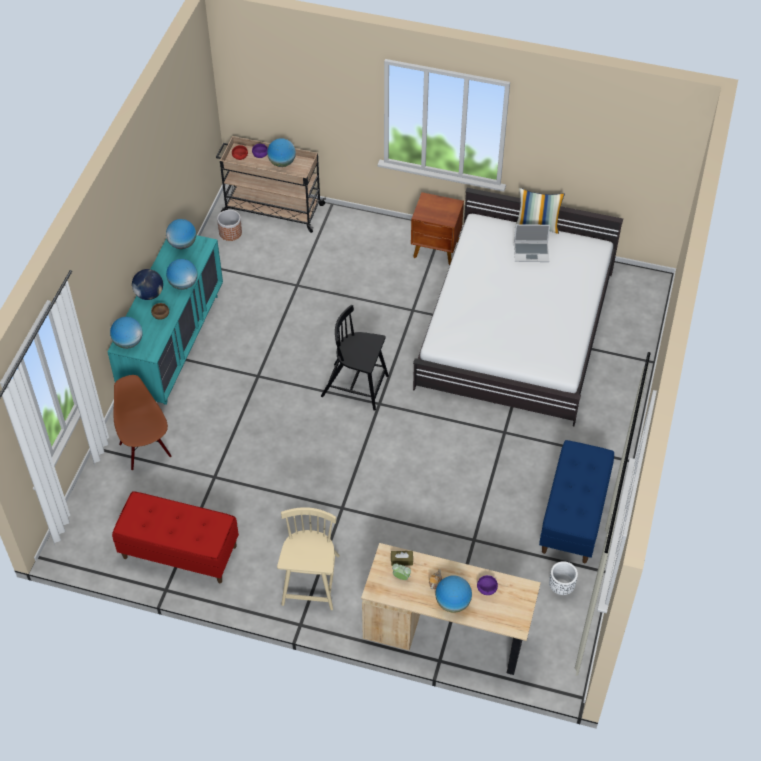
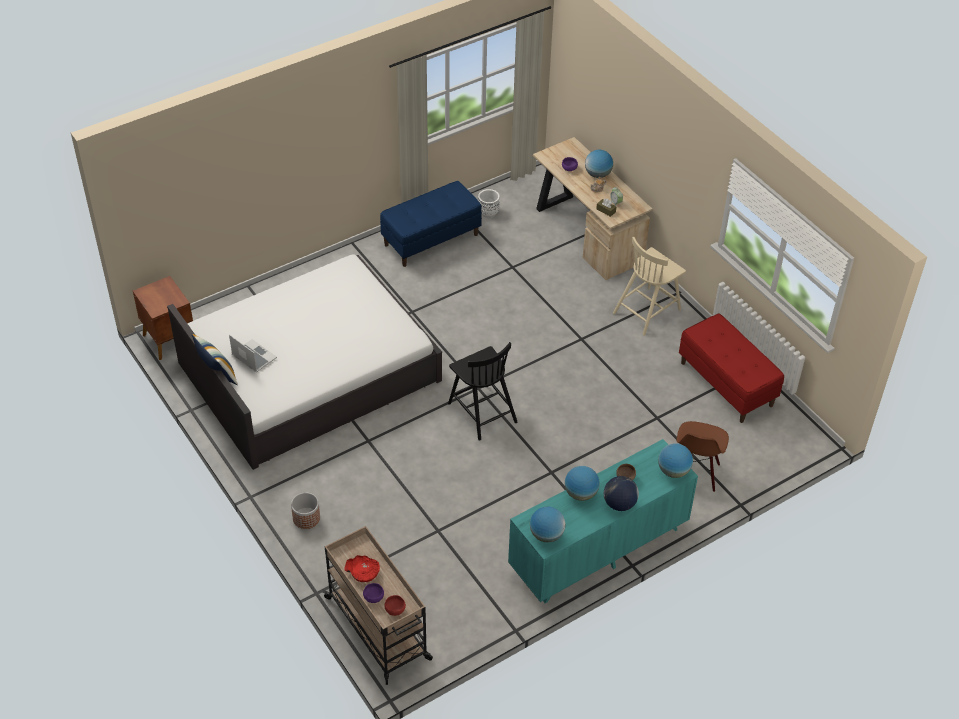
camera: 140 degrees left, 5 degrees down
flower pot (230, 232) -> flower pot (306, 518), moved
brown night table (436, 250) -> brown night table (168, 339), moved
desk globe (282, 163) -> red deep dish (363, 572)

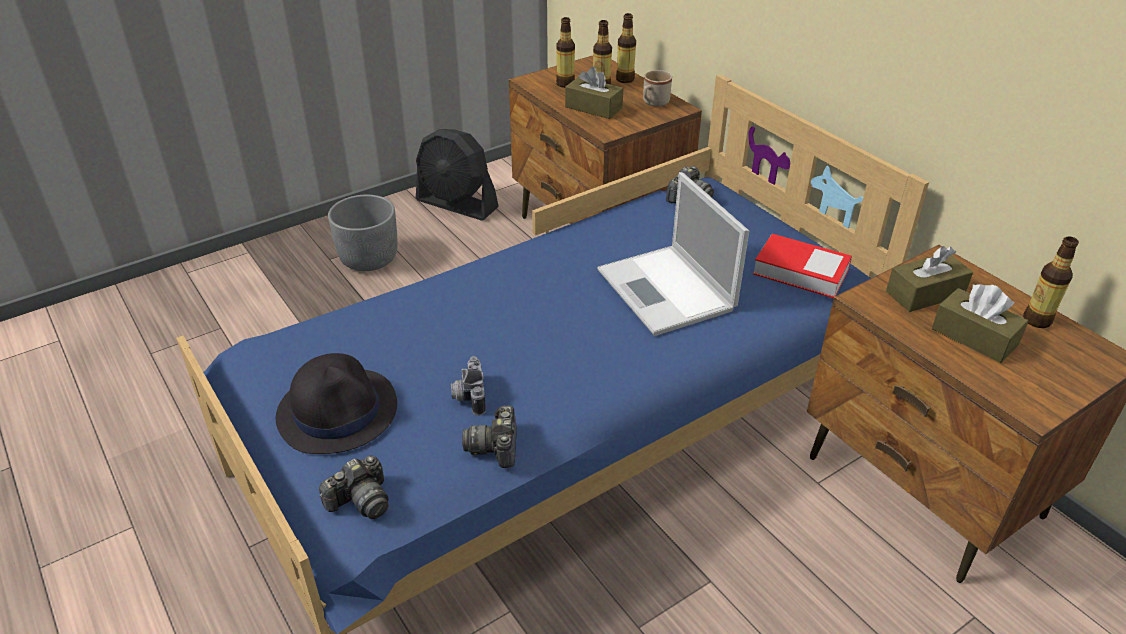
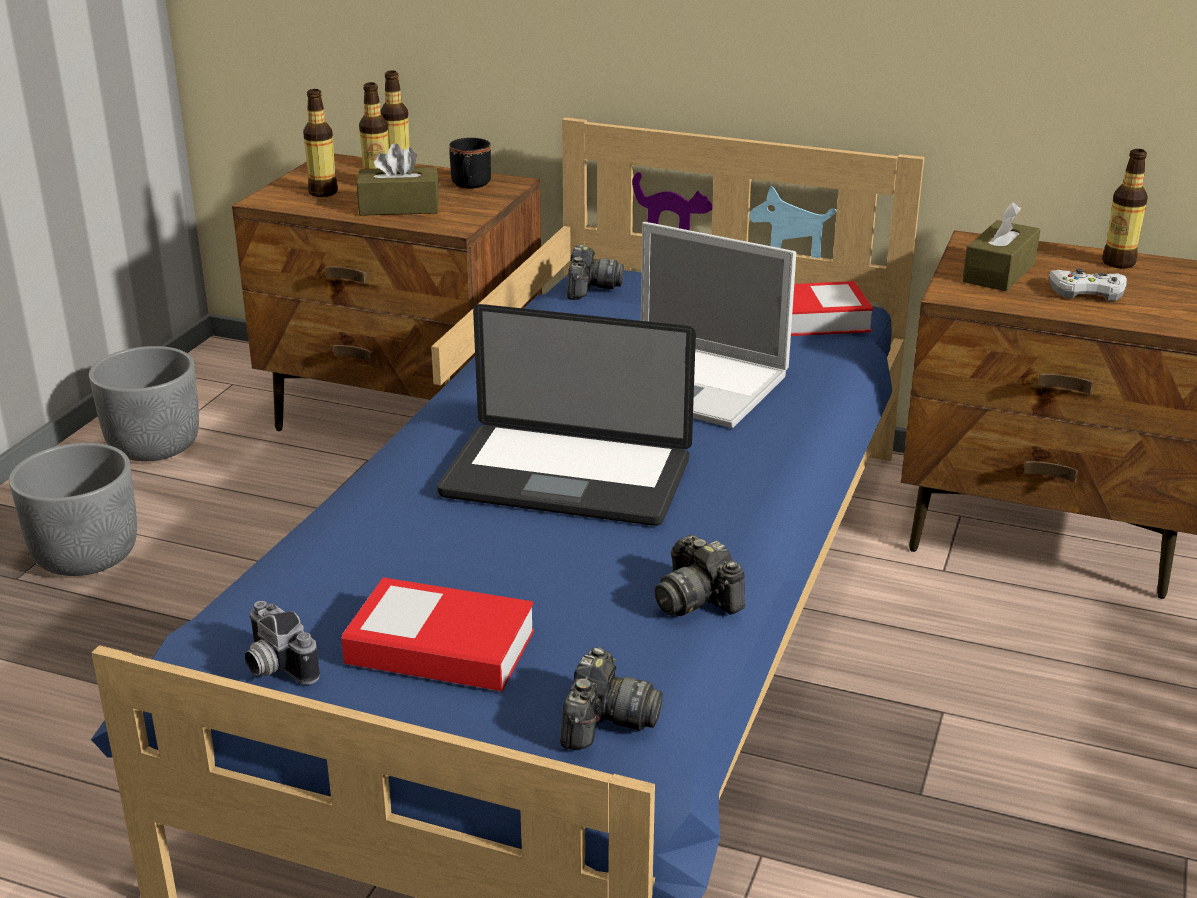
camera: 35 degrees left, 10 degrees down
none -> laptop (566, 478)
still camera (468, 396) -> still camera (273, 667), moved
black wearable hat (338, 411) -> book (440, 648)
black cooling fan (457, 204) -> gray flower pot (155, 445)
brown tissue holder (974, 337) -> white joypad (1087, 292)
beige-coloured coffee mug (653, 103) -> black coffee mug (470, 185)

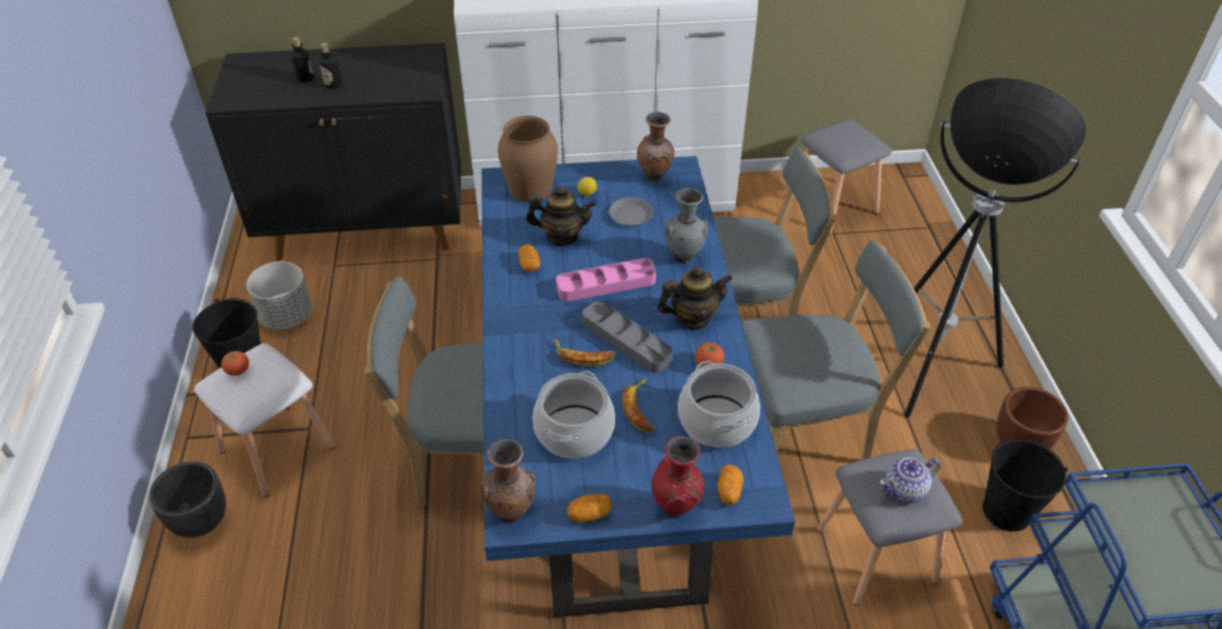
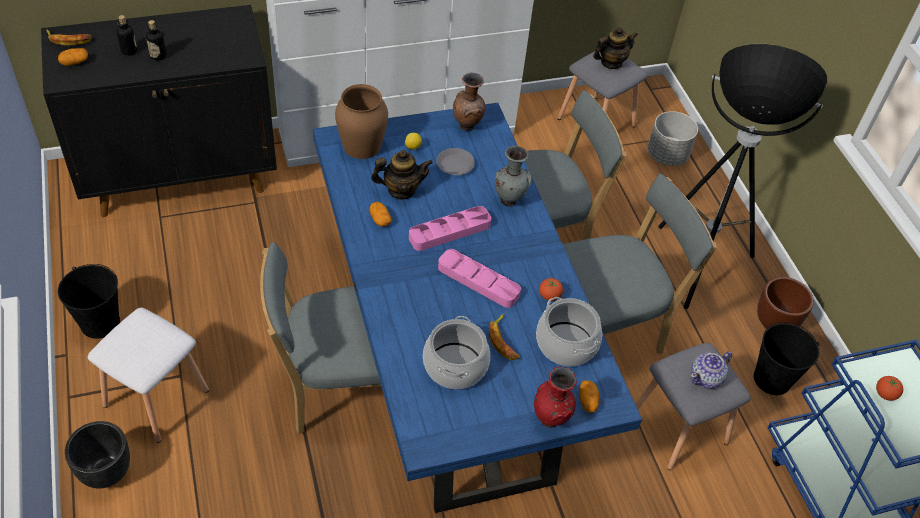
camera: 15 degrees left, 5 degrees up
brown vase (512, 512) -> none
fresh tomato (238, 371) -> fresh tomato (885, 394), moved
gray flower pot (286, 316) -> gray flower pot (666, 155), moved
banana (583, 356) -> banana (69, 40), moved
spud (589, 514) -> spud (74, 62), moved
pot for tea (692, 318) -> pot for tea (611, 63), moved
gray tray (626, 340) -> pink-coloured tray (478, 281)

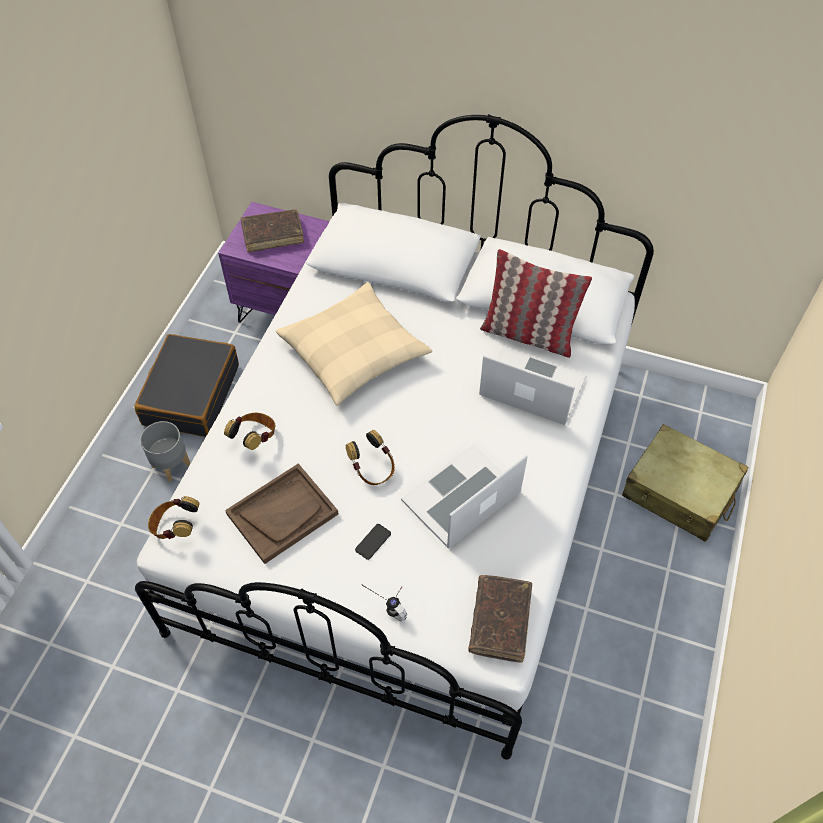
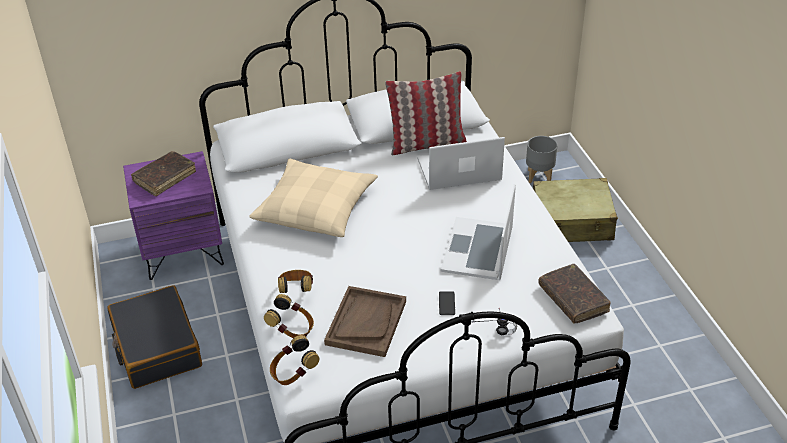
camera: 35 degrees left, 15 degrees down
gray flower pot (172, 465) -> gray flower pot (539, 176), moved
pair of headphones (373, 469) -> pair of headphones (292, 330), moved

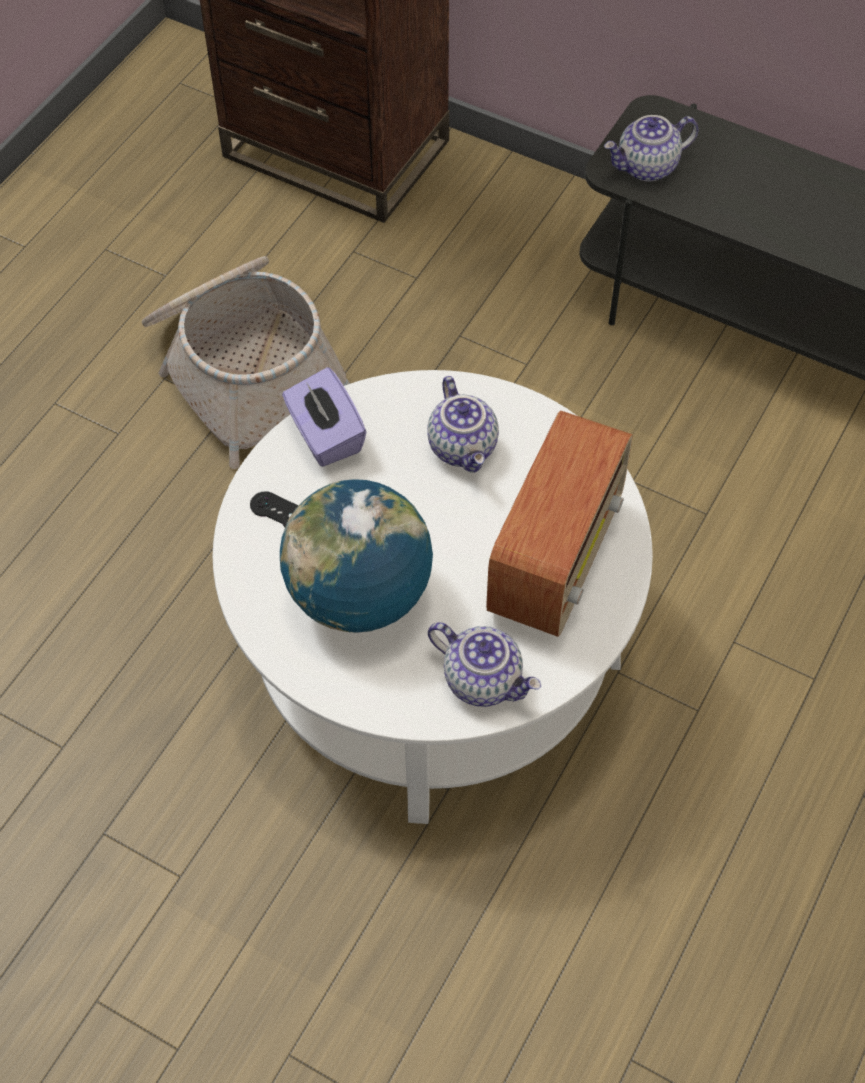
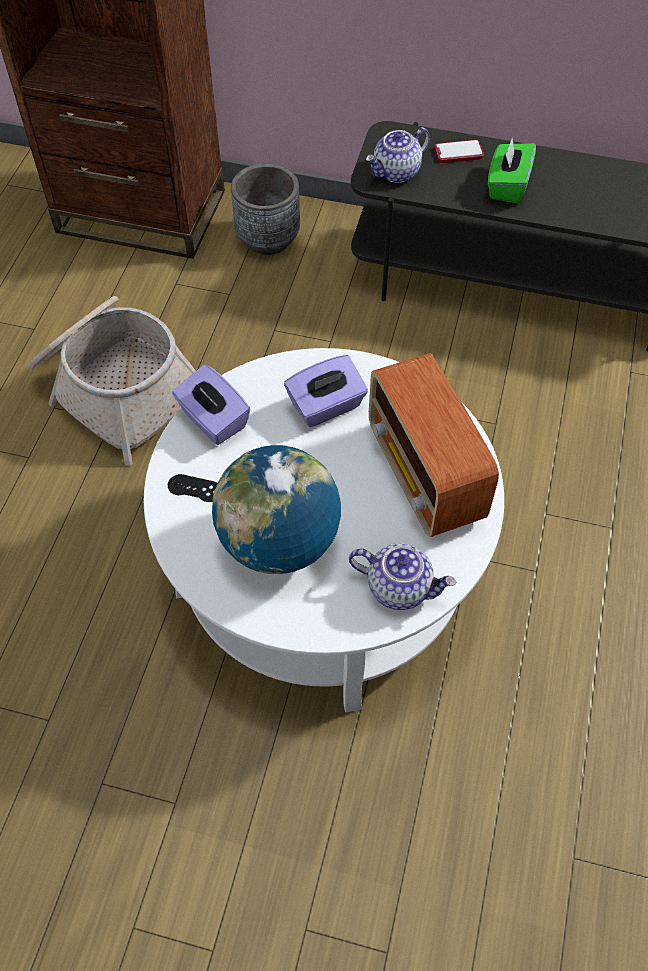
camera: 15 degrees left, 0 degrees up
none -> gray flower pot (268, 239)
none -> telephone (458, 153)
none -> green tissue holder (507, 186)
pot for tea (464, 447) -> purple-coloured tissue holder (326, 406)
radio set (557, 556) -> radio set (425, 475), 150 degrees clockwise

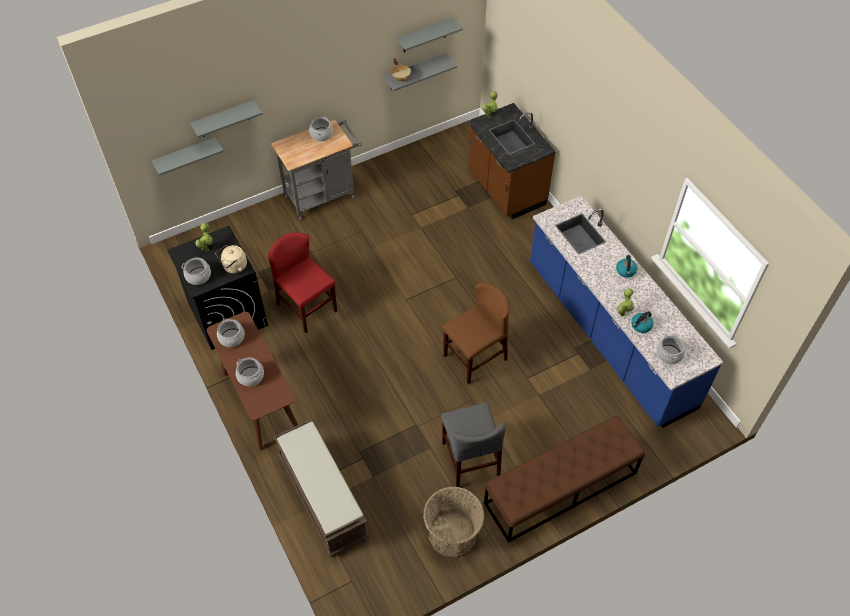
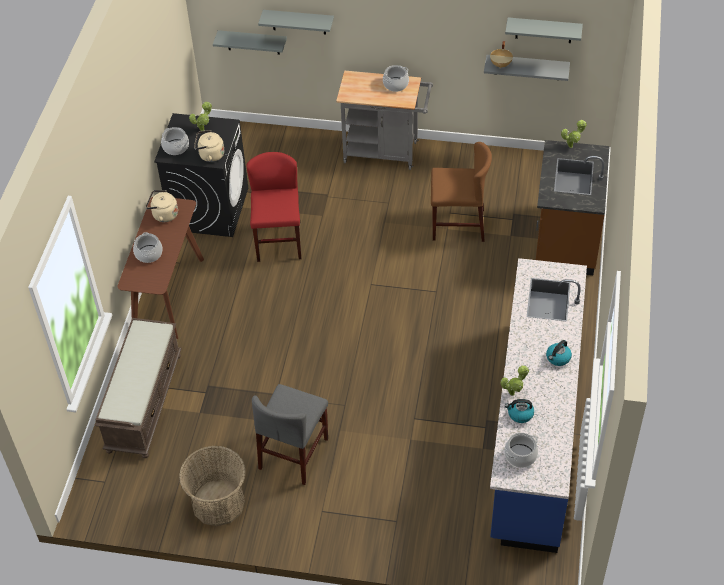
camera: 40 degrees right, 5 degrees down
brown indoor bench (560, 488) -> none
brown chair (475, 357) -> brown chair (458, 225), moved
cooking pot (231, 338) -> beige-coloured tea kettle (163, 215)

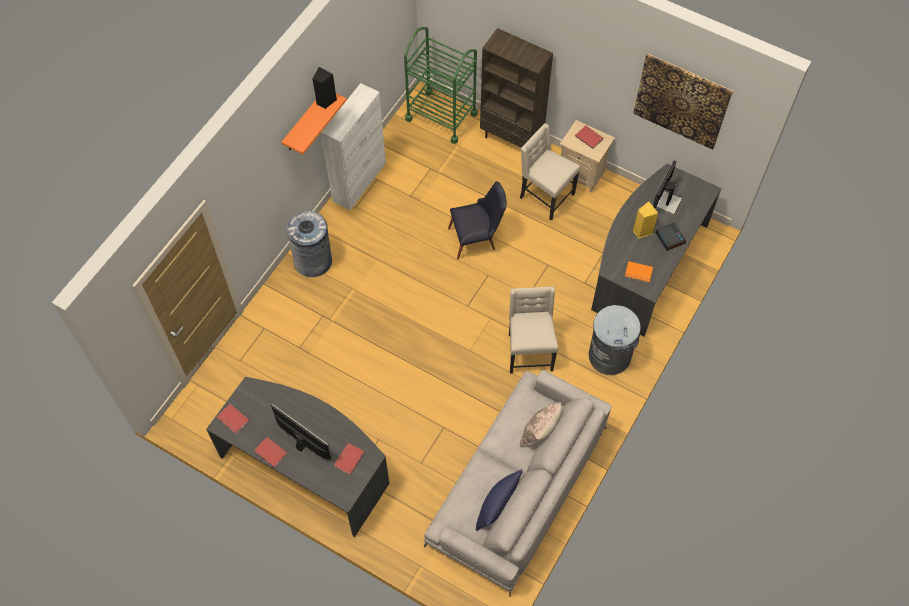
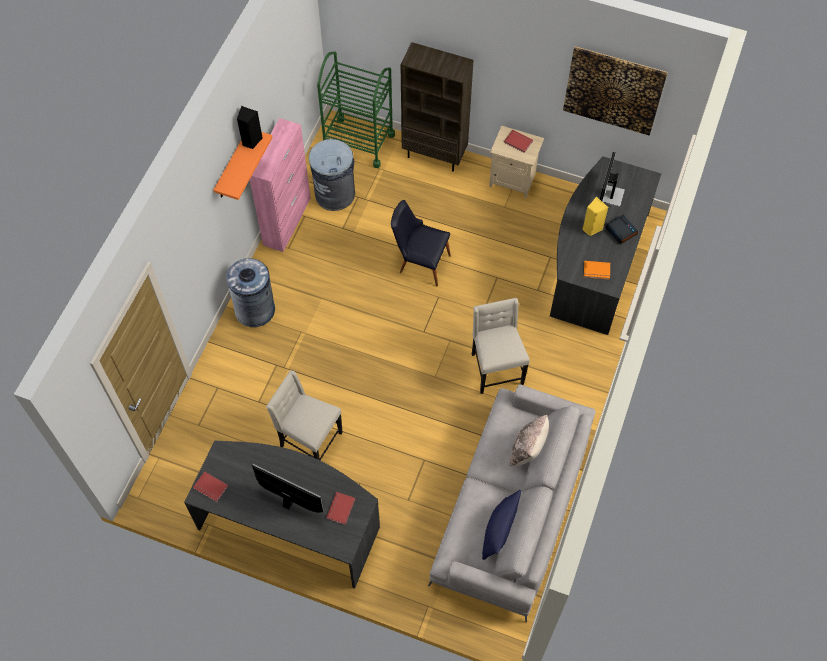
camera: 10 degrees left, 0 degrees up
red book (271, 451) -> none
beige-coloured chair (545, 196) -> beige-coloured chair (309, 440), moved
gray trash can (609, 355) -> gray trash can (335, 194), moved
white cabinet (359, 181) -> pink-coloured cabinet (287, 221)
black chair (477, 239) -> black chair (420, 262), 135 degrees counterclockwise

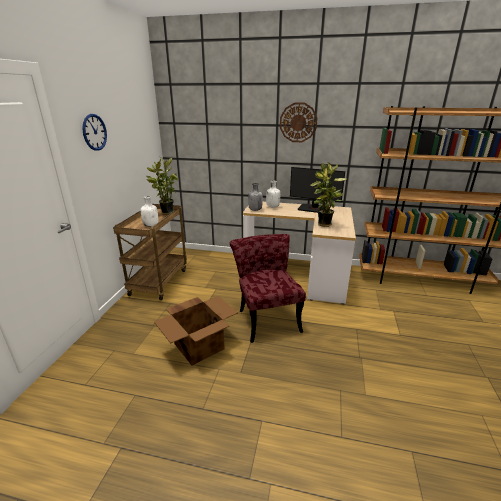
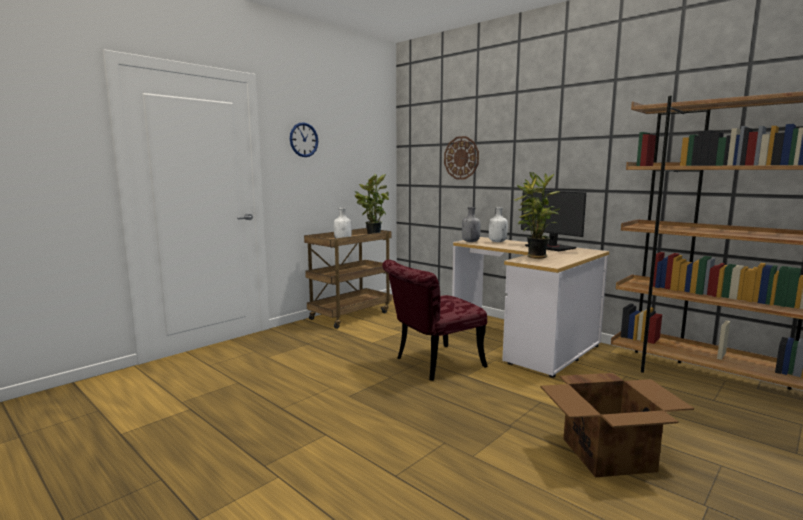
camera: 30 degrees right, 15 degrees down
packing box (199, 346) -> packing box (609, 454), moved
clock on the wall (298, 122) -> clock on the wall (461, 158), moved
red chair (266, 317) -> red chair (432, 364), 135 degrees counterclockwise

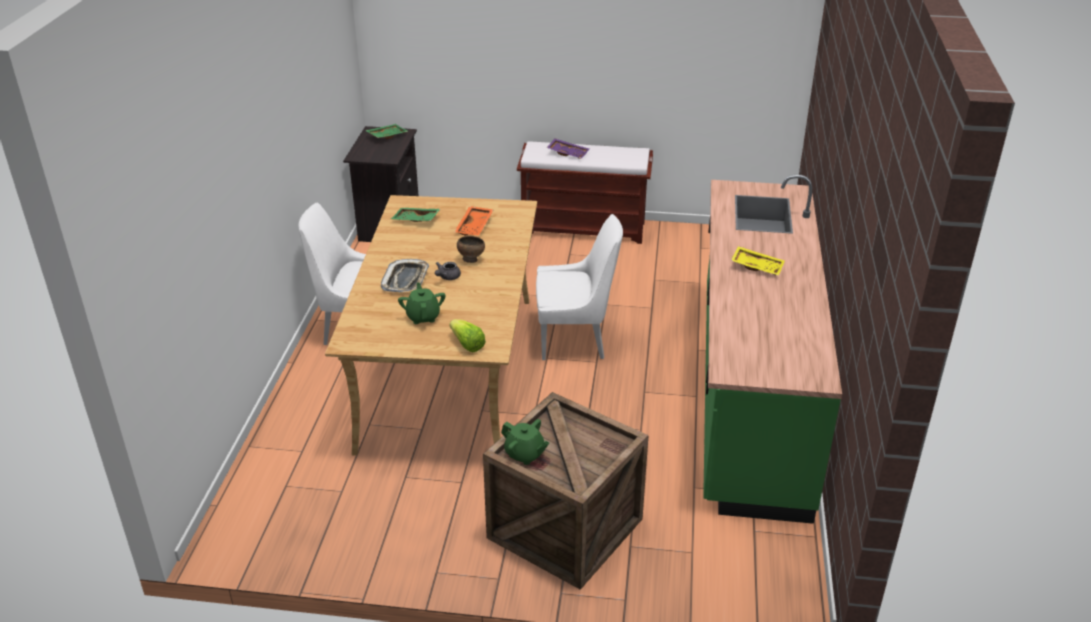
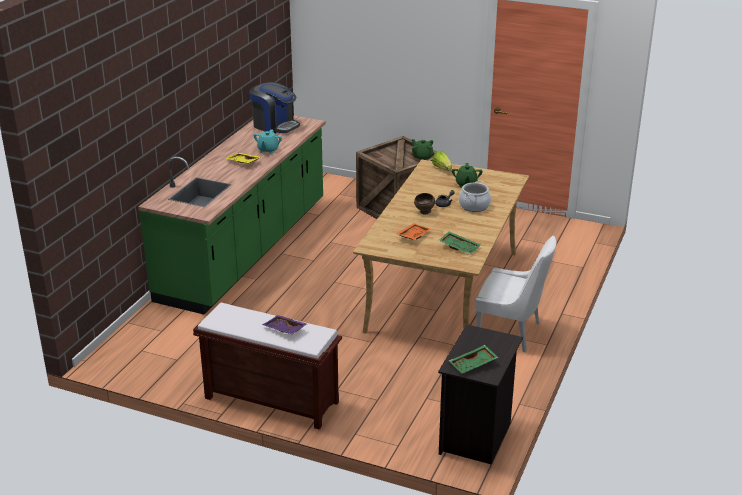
camera: 165 degrees left, 5 degrees down
white chair (575, 339) -> none
none -> coffee brewer (275, 125)
none -> turquoise-coloured pot for tea (268, 150)
tray (406, 280) -> cooking pot (474, 206)

